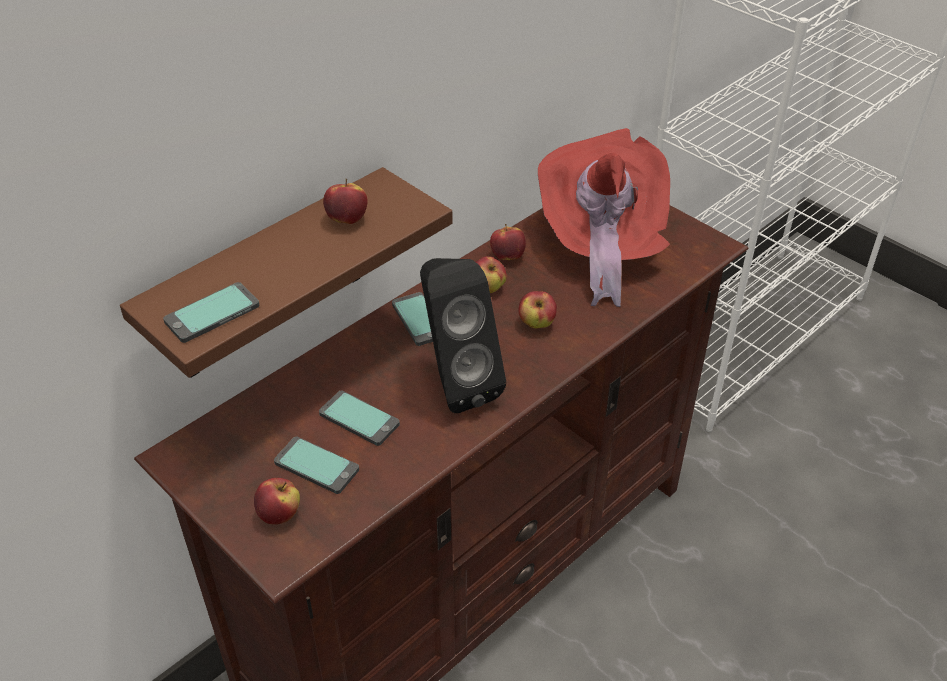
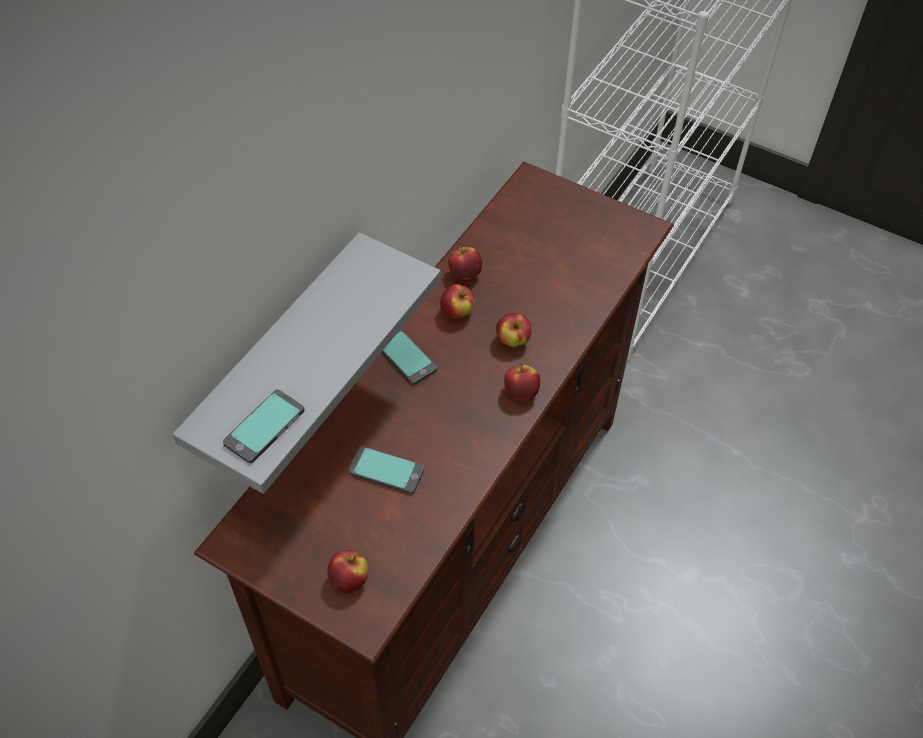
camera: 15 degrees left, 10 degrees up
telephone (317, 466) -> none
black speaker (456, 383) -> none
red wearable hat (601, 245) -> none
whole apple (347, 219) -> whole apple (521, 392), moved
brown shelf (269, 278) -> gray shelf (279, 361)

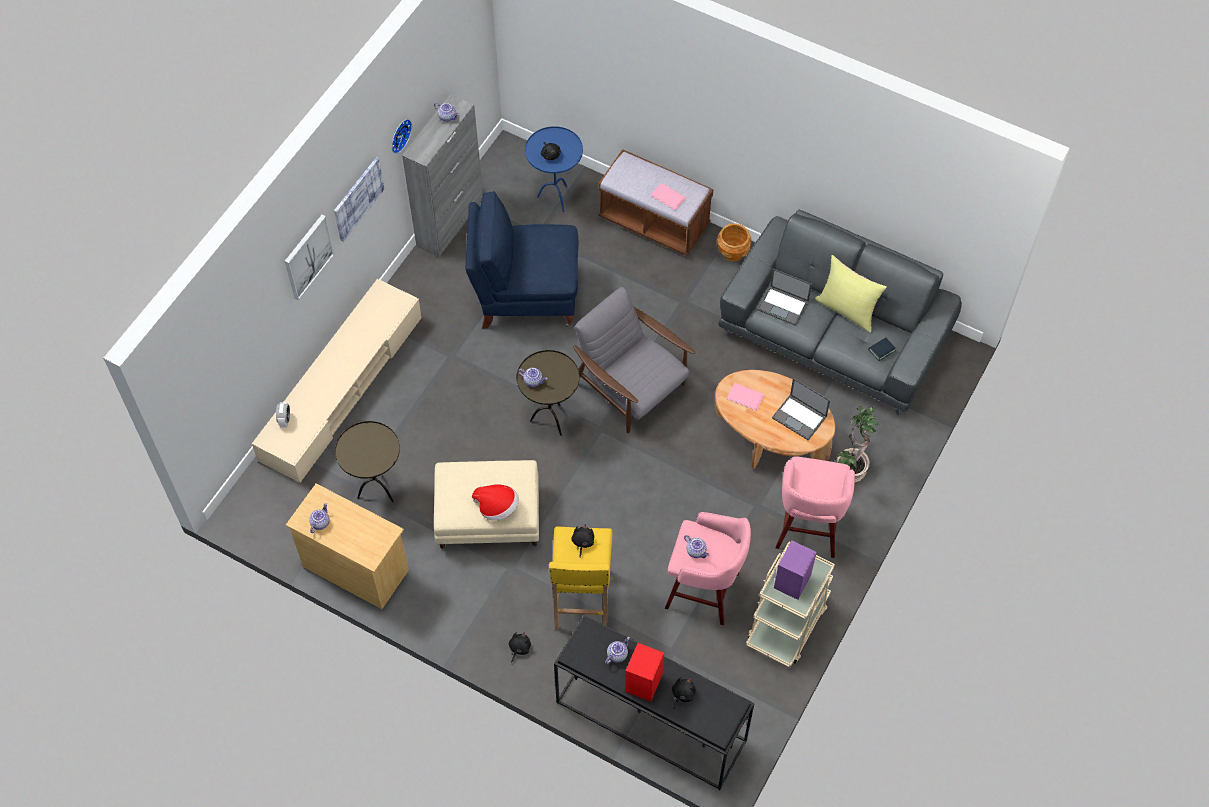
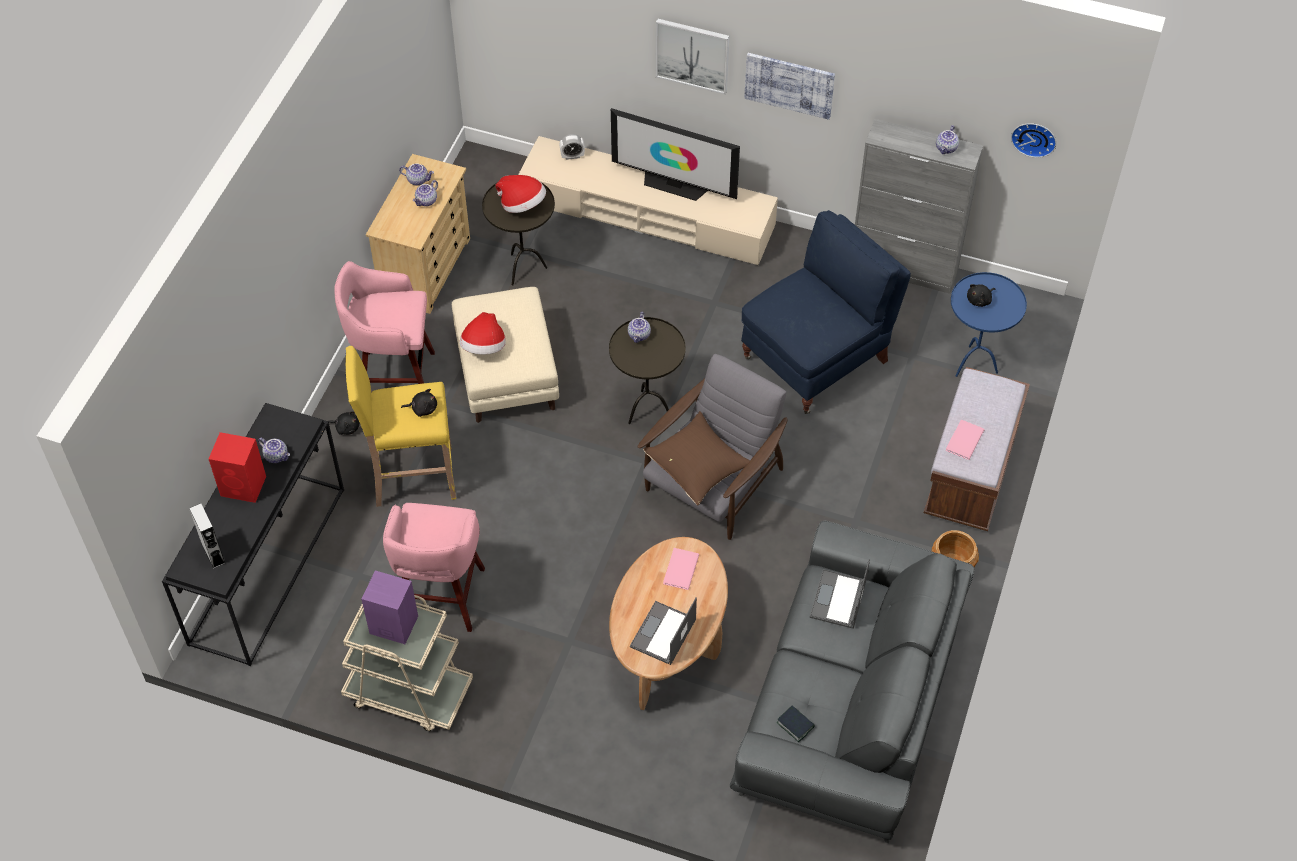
camera: 80 degrees right, 5 degrees down
black plush toy (682, 694) -> none
yellow throw pillow (847, 309) -> none
potted plant (850, 468) -> none
none -> gray speaker (213, 553)
none -> wearable hat (522, 205)
none -> TV (674, 184)
none -> brown throw pillow (698, 467)
clock on the wall (399, 135) -> clock on the wall (1034, 137), moved
pot for tea (696, 551) -> pot for tea (426, 201), moved
pink-coloured stool (807, 529) -> pink-coloured stool (394, 378), moved
blue lounge chair (526, 296) -> blue lounge chair (817, 358), 60 degrees clockwise

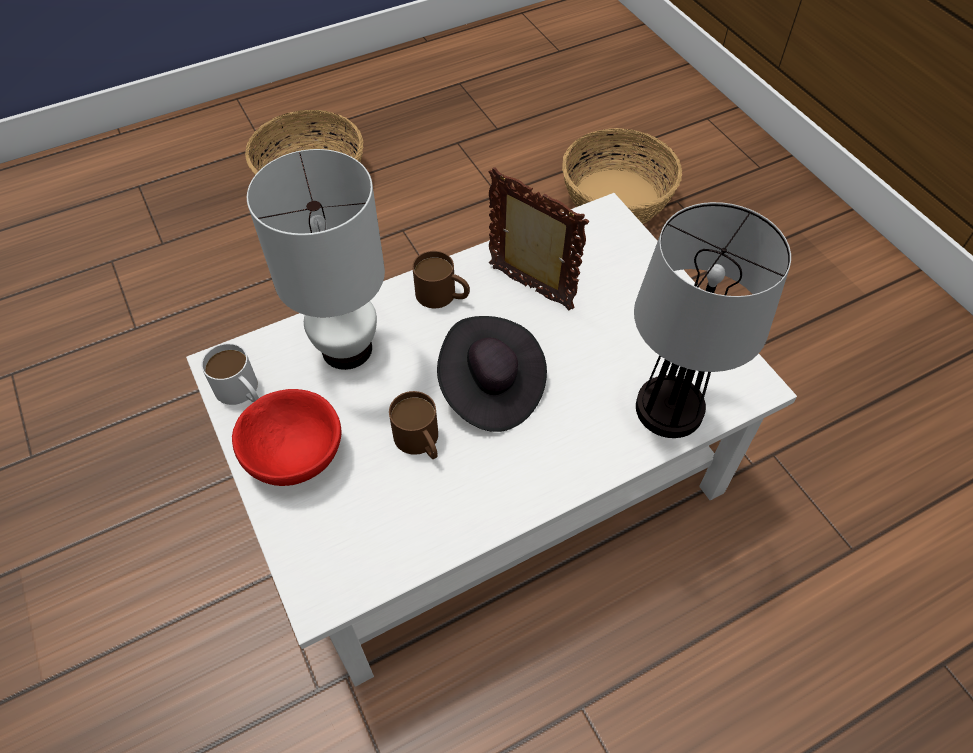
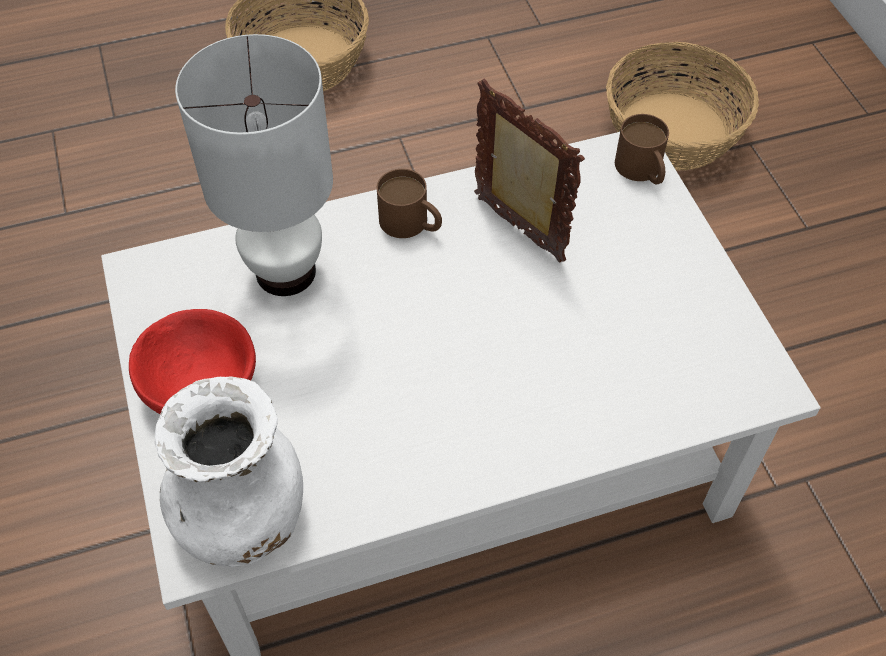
camera: 10 degrees right, 0 degrees up
white coffee mug (241, 392) -> none
black wearable hat (490, 388) -> none
tabletop lamp (668, 410) -> none
none -> white vase (243, 516)
brown coffee mug (420, 442) -> brown coffee mug (642, 171), moved

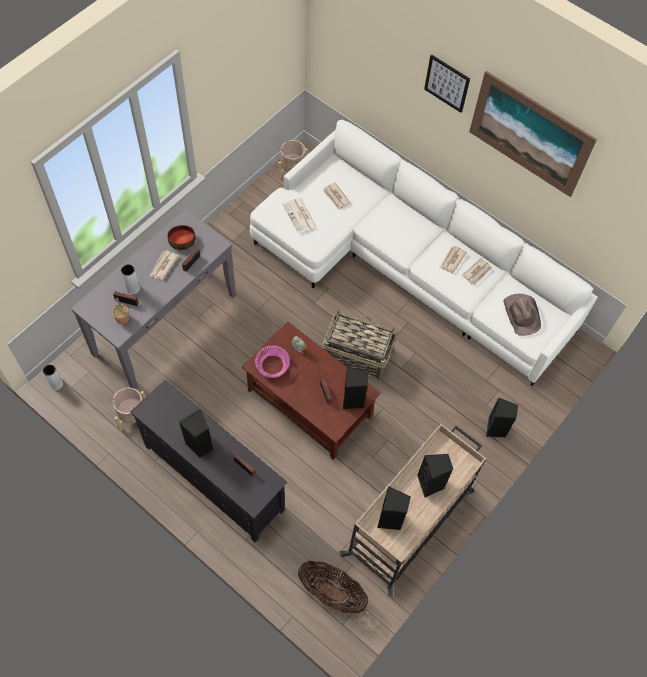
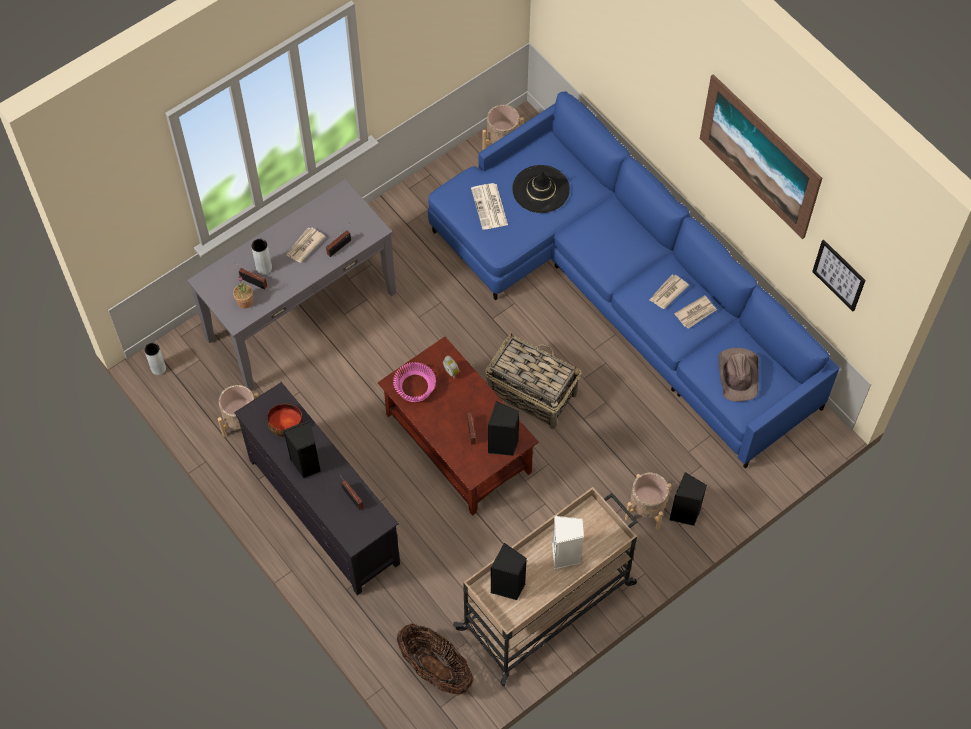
camera: 15 degrees right, 0 degrees up
none -> beige-coloured flower pot (646, 509)
deep dish (182, 241) -> deep dish (286, 423), moved
wall picture (447, 83) -> wall picture (839, 275), moved
printed paper (336, 197) -> black wearable hat (541, 189)
white couch (408, 267) -> blue couch (623, 292)
black speaker (431, 484) -> white speaker (566, 555)

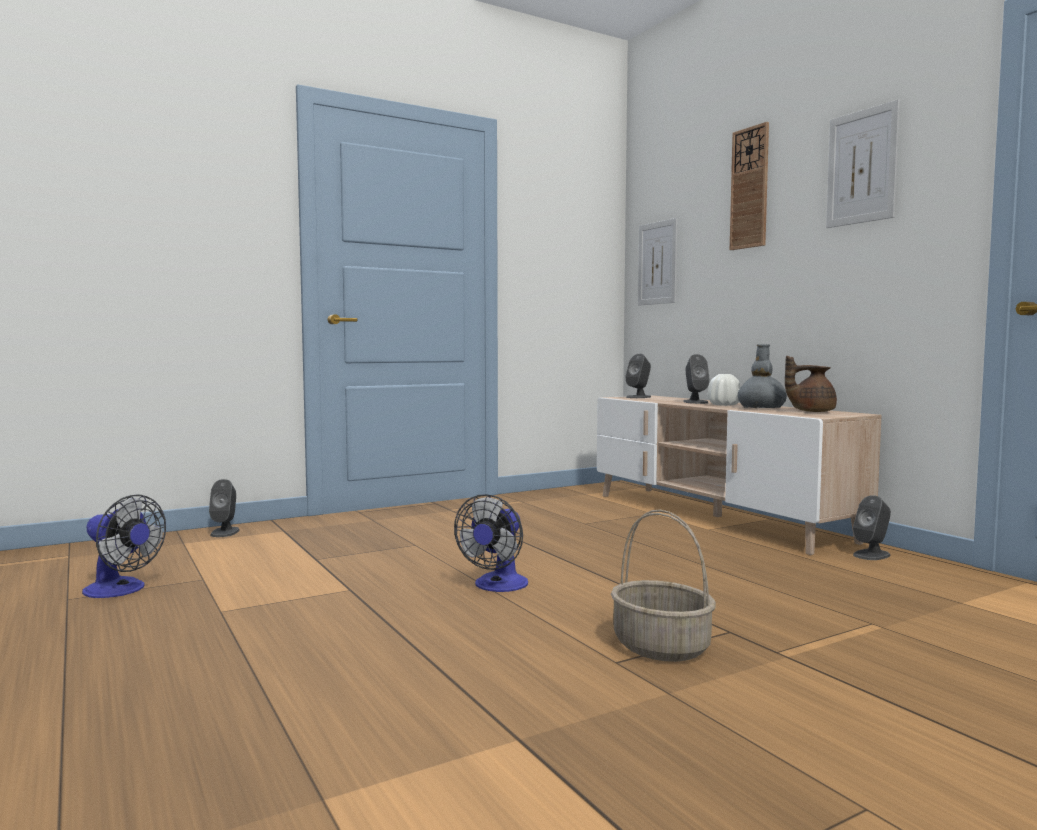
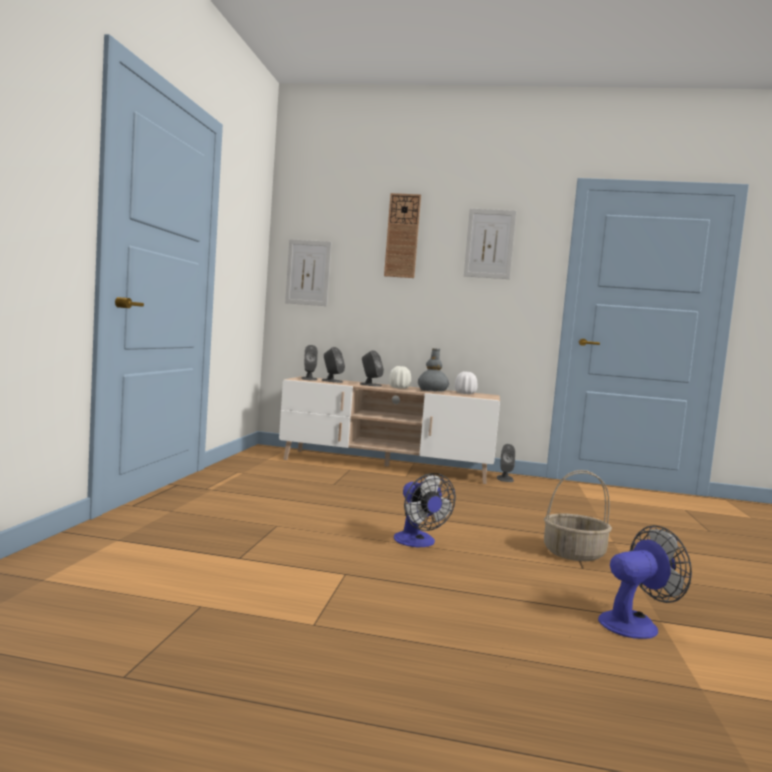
camera: 50 degrees left, 0 degrees up
cooling fan (121, 590) -> cooling fan (636, 623), moved
gray speaker (225, 532) -> gray speaker (332, 381), moved
brown pot for tea (810, 411) -> white vase (465, 393)

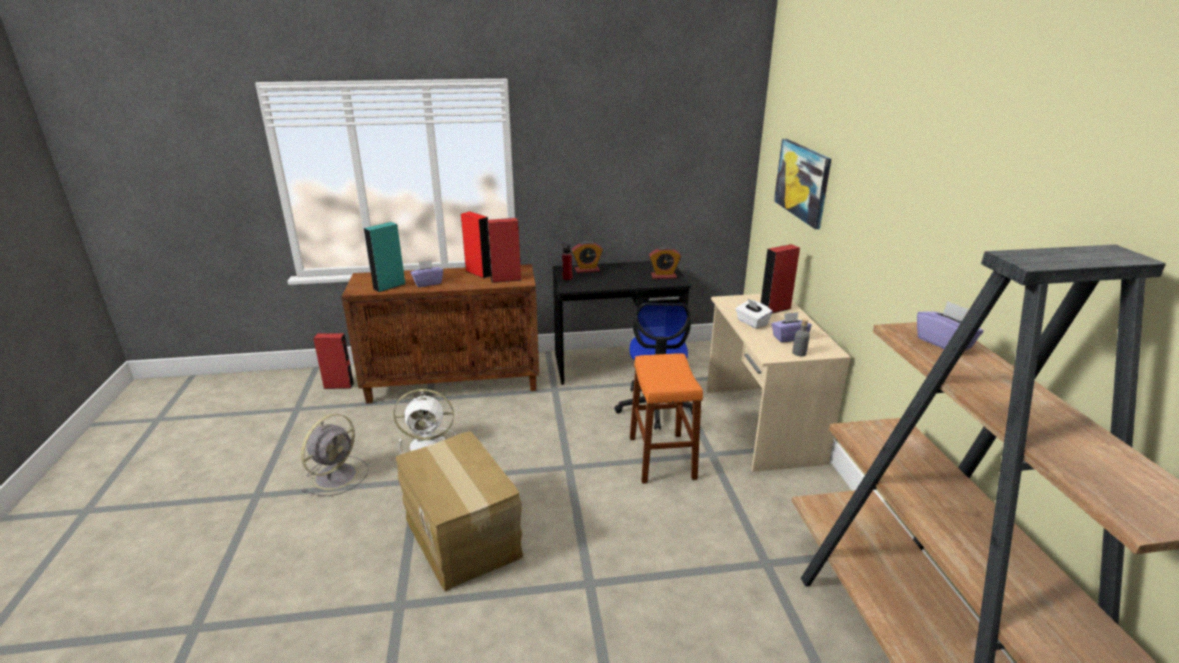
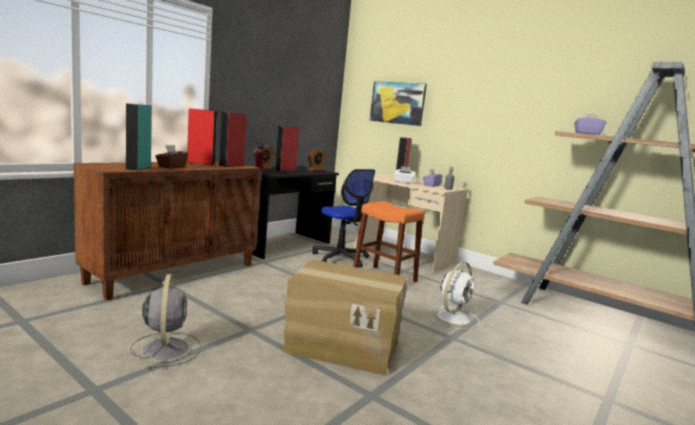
camera: 45 degrees left, 15 degrees down
red speaker (339, 385) -> red speaker (285, 170), moved
white cooling fan (430, 445) -> white cooling fan (453, 317), moved
purple-coloured tissue holder (428, 283) -> brown tissue holder (171, 167)

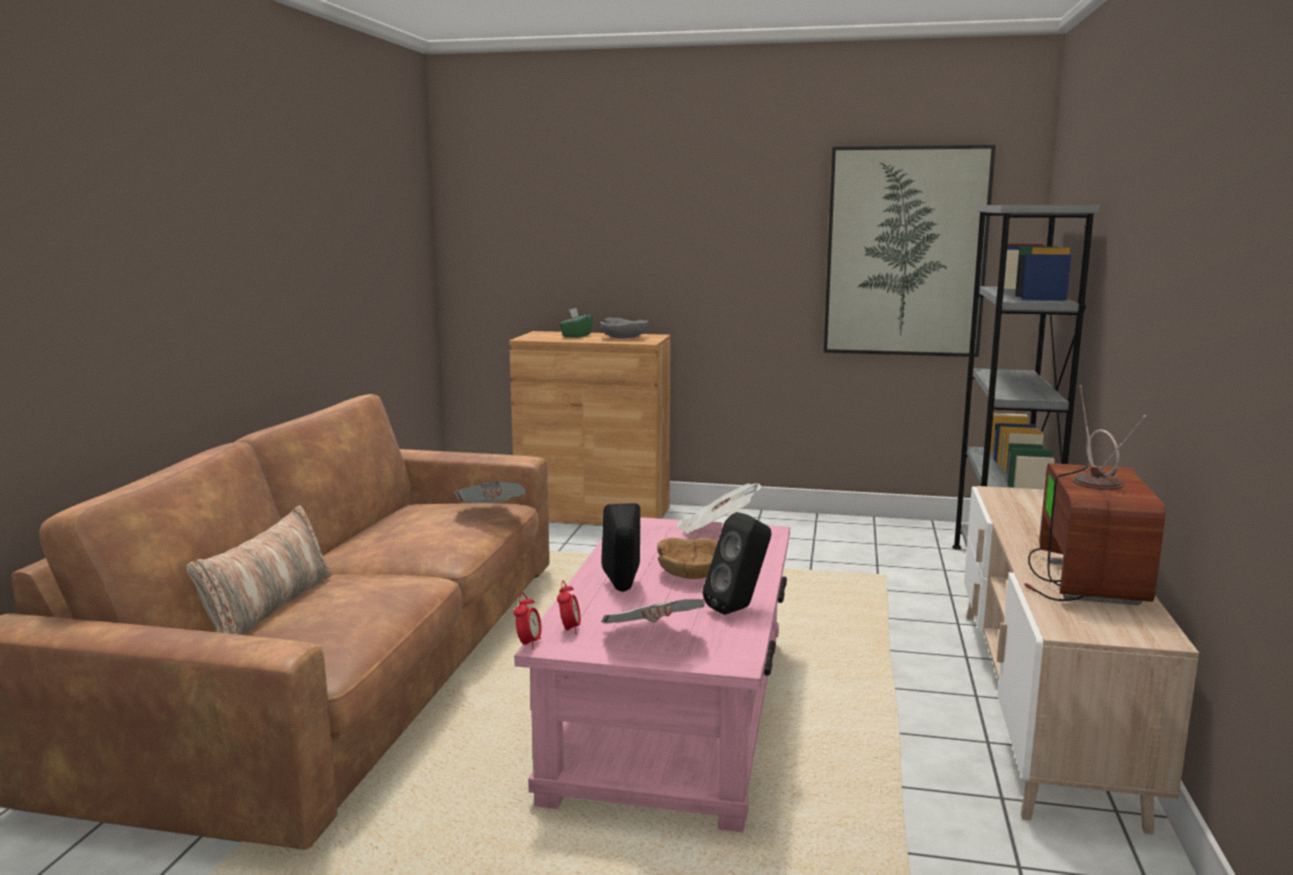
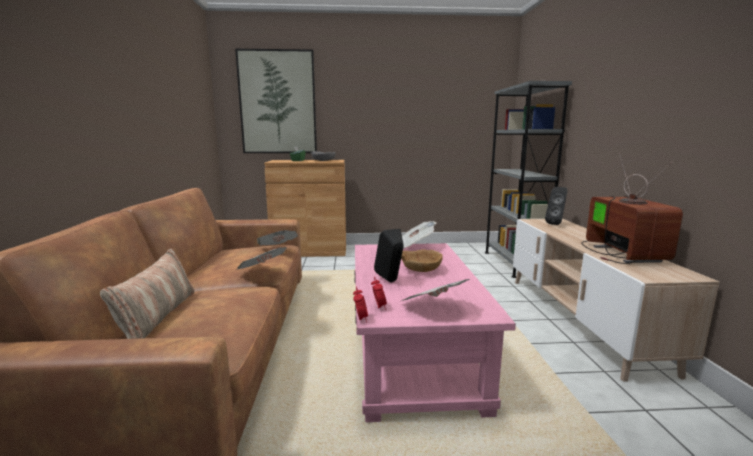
camera: 15 degrees left, 0 degrees up
none -> printed paper (262, 271)
black speaker (739, 609) -> black speaker (556, 224), moved
wall picture (905, 252) -> wall picture (277, 102), moved

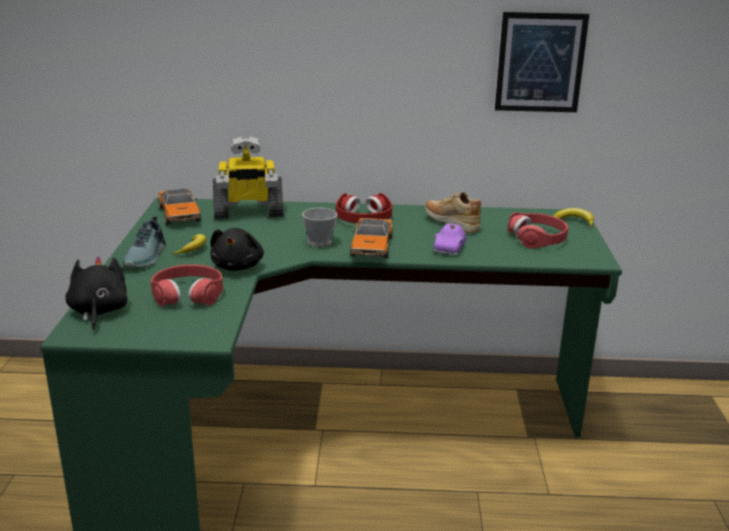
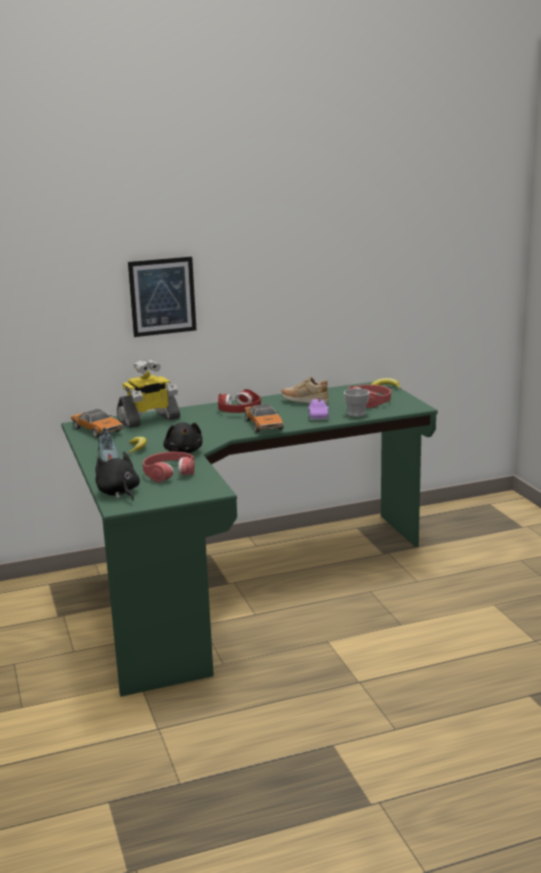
camera: 20 degrees left, 5 degrees down
drinking cup (319, 242) -> drinking cup (356, 414), moved
wall picture (540, 63) -> wall picture (162, 296), moved

